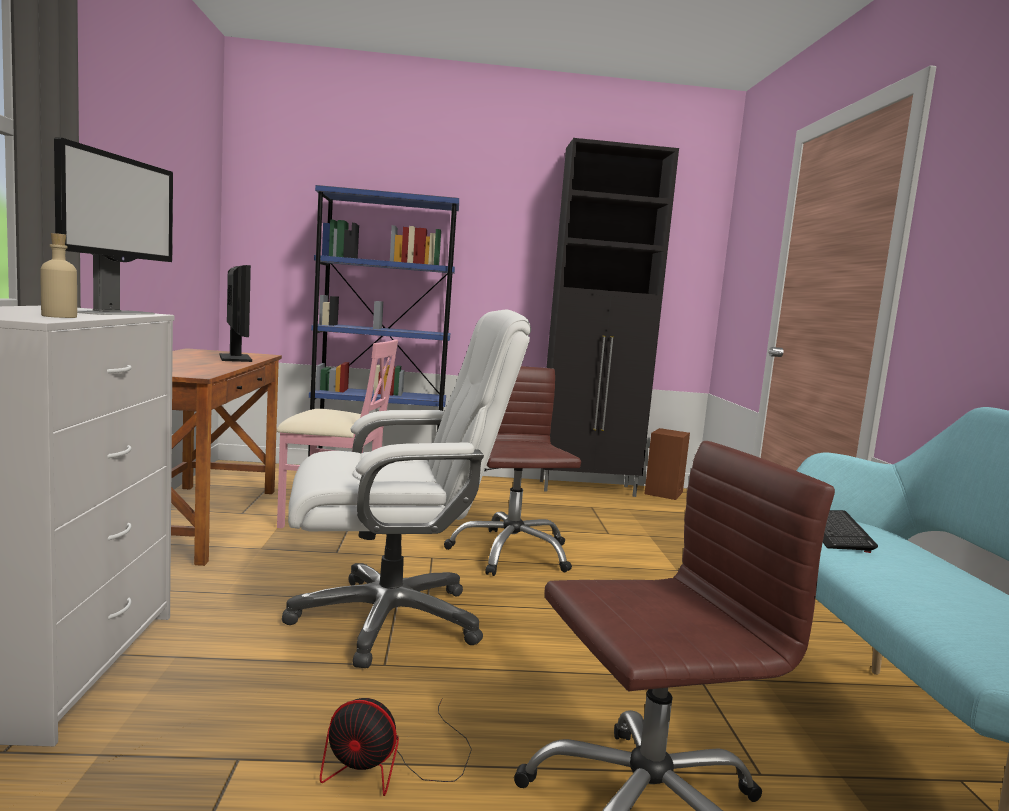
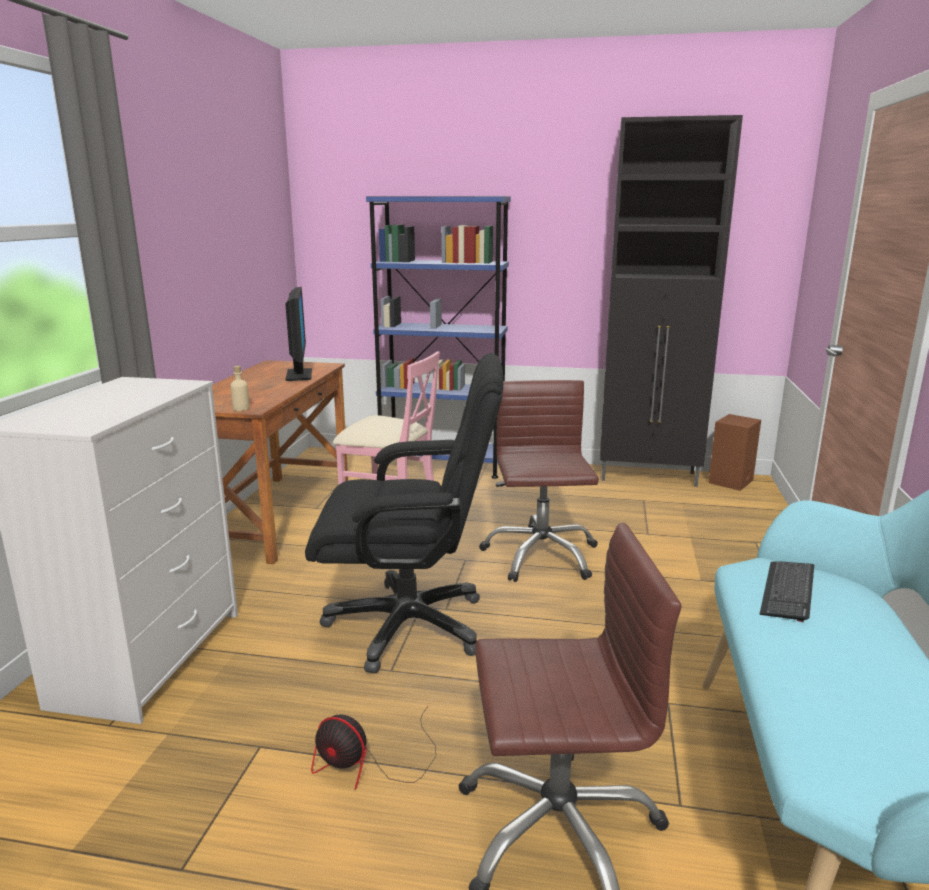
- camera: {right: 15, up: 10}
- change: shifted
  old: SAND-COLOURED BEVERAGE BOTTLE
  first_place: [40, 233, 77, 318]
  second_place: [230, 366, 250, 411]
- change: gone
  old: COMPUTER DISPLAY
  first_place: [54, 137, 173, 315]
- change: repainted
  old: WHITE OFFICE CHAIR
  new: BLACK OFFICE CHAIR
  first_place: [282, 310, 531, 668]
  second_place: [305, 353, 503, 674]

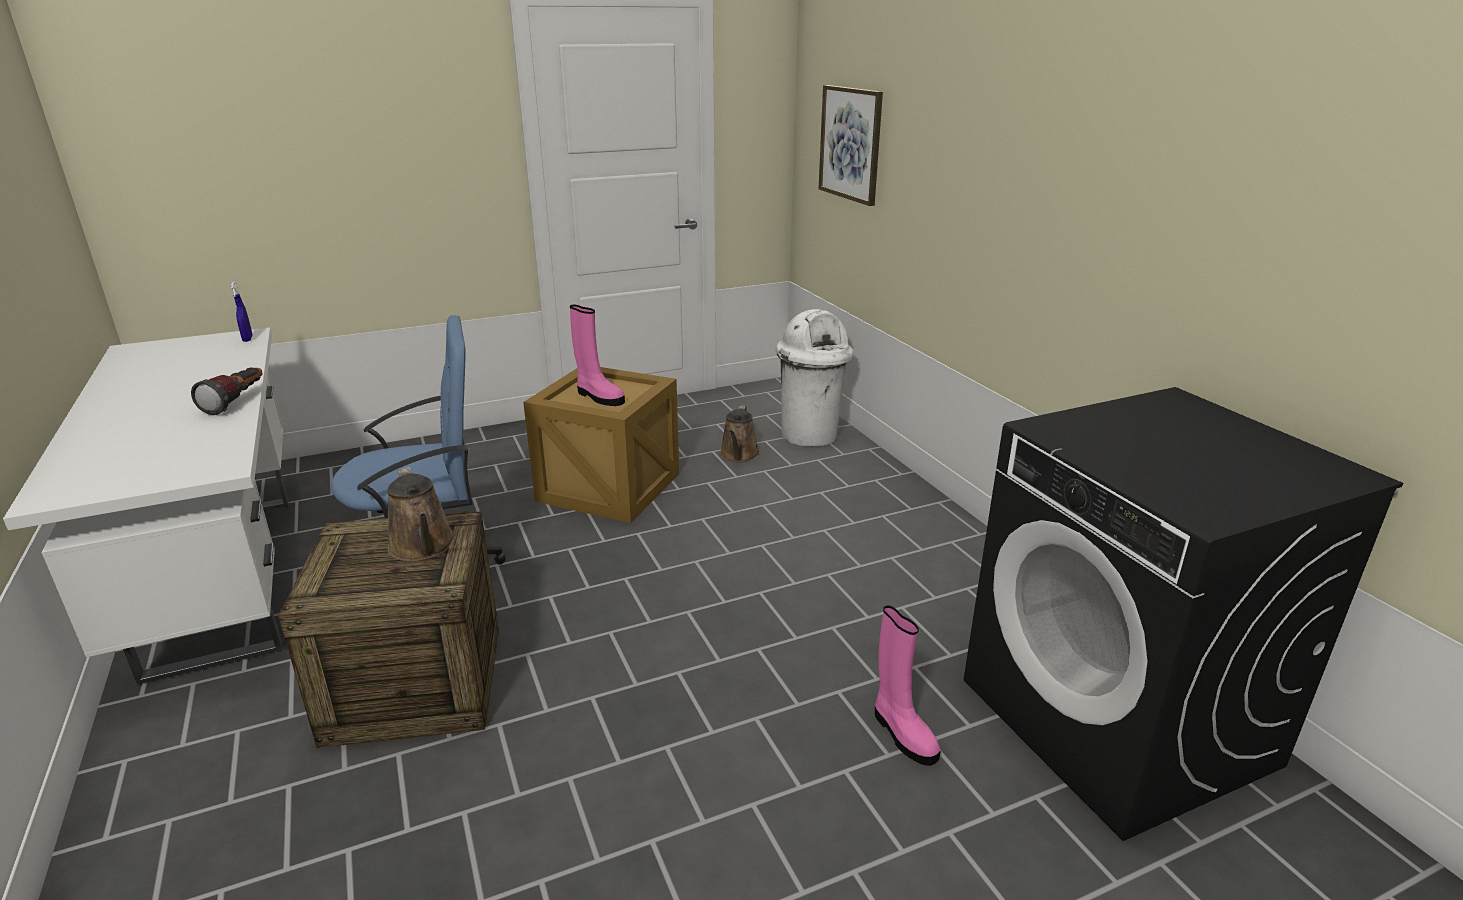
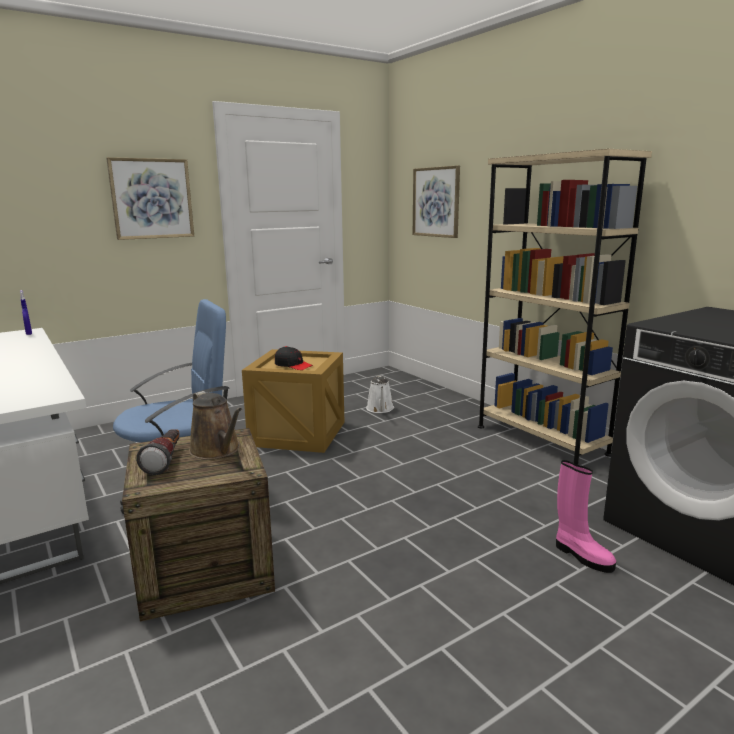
- camera: {right: -10, up: -10}
- change: shifted
  old: HAND TORCH
  first_place: [191, 368, 262, 415]
  second_place: [136, 429, 180, 475]
- change: swapped
  old: PINKISH BOOT
  new: BLACK PEAKED CAP
  first_place: [570, 305, 625, 406]
  second_place: [275, 346, 313, 370]
- change: repainted
  old: BROWNISH WATERING CAN
  new: WHITE WATERING CAN
  first_place: [720, 406, 760, 462]
  second_place: [366, 375, 394, 413]
- change: gone
  old: WHITE RUBBISH BIN
  first_place: [776, 309, 854, 447]
- change: new
  new: PICTURE
  second_place: [106, 157, 194, 240]
- change: new
  new: SAND-COLOURED SHELVING UNIT
  second_place: [478, 149, 652, 465]

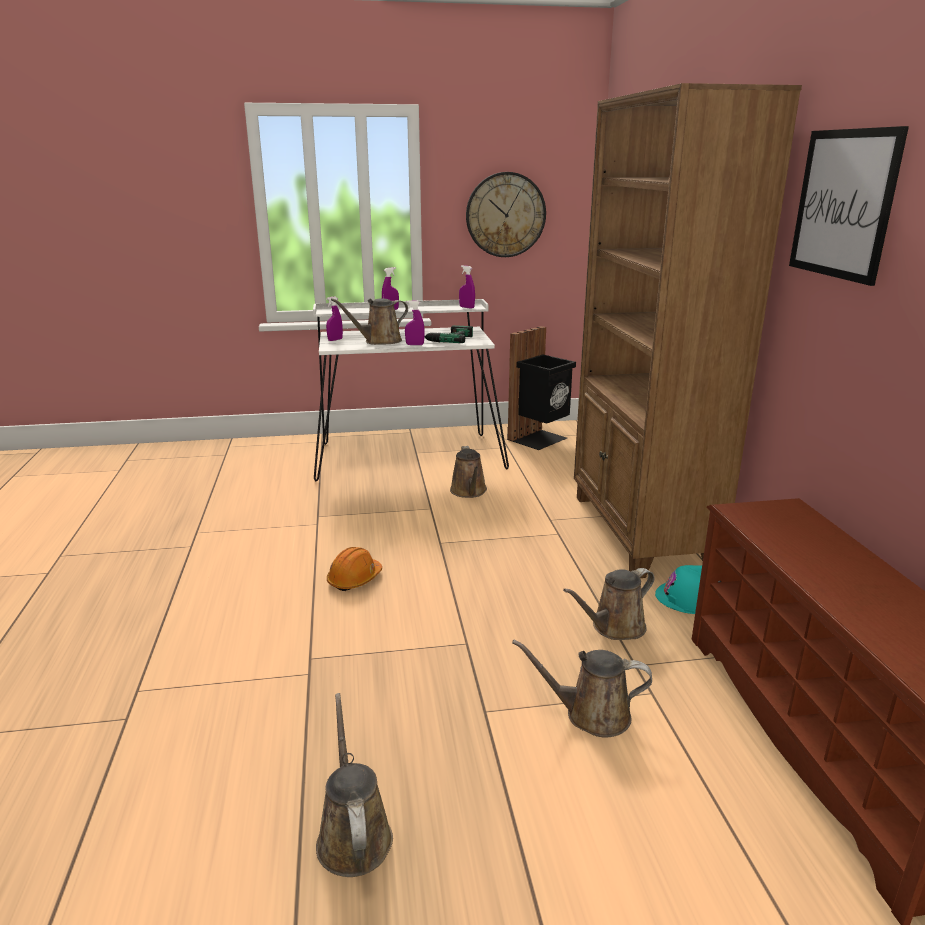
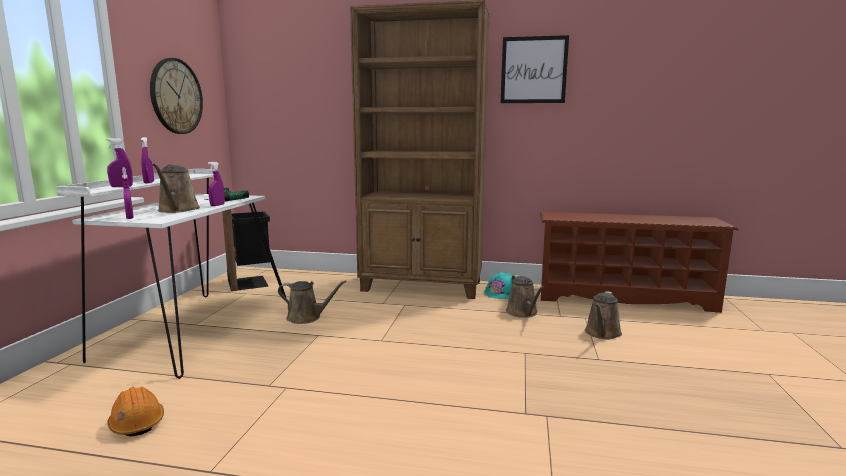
- camera: {right: -70, up: -10}
- change: gone
  old: BROWNISH WATERING CAN
  first_place: [316, 693, 393, 877]
- change: shifted
  old: ORANGE-COLOURED WORK HELMET
  first_place: [327, 547, 382, 591]
  second_place: [107, 386, 164, 436]
- change: shifted
  old: PURPLE-COLOURED SPRAY BOTTLE
  first_place: [459, 265, 475, 309]
  second_place: [106, 138, 133, 187]

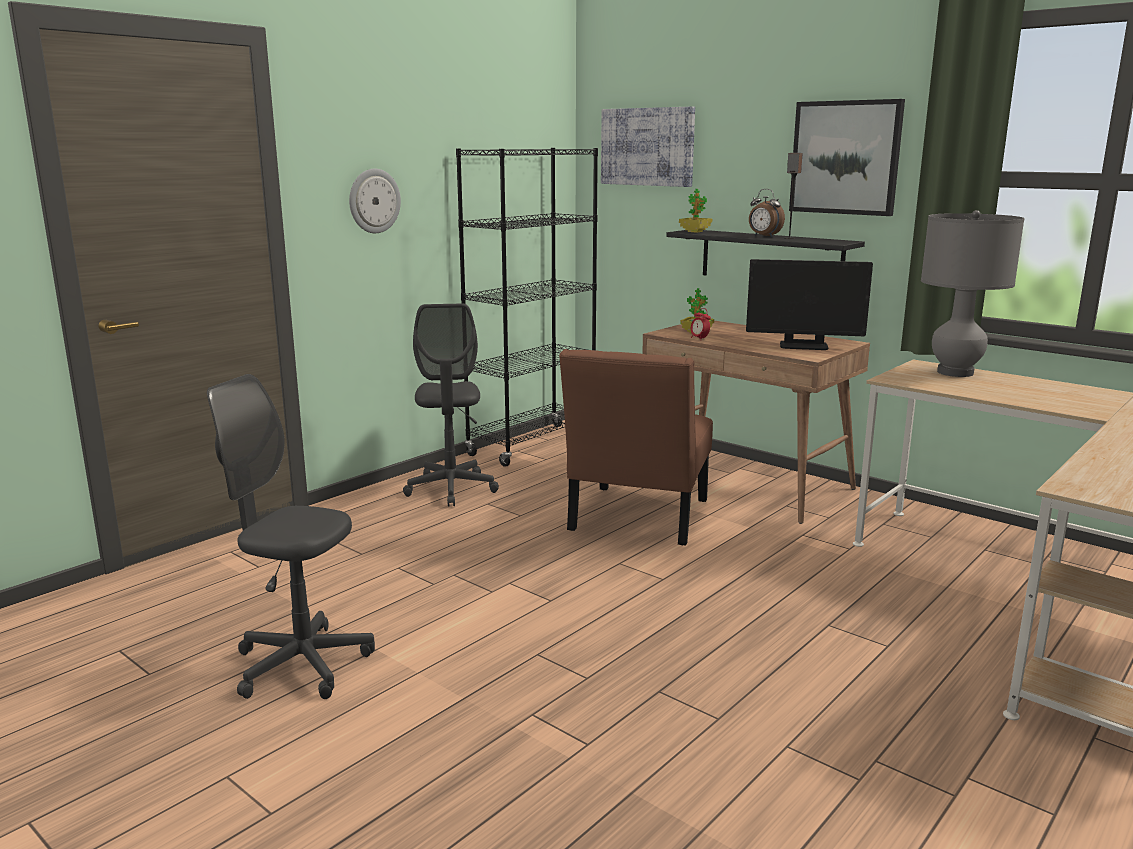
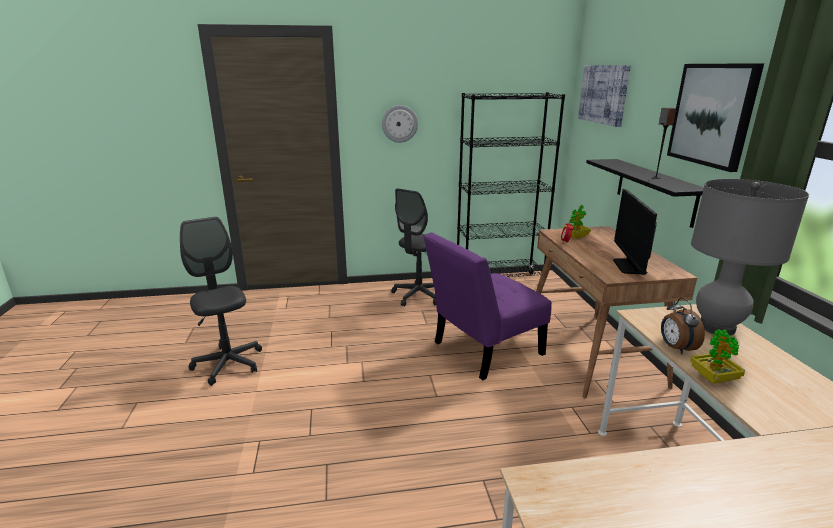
- camera: {right: 40, up: 5}
- change: repainted
  old: BROWNISH PLAIN CHAIR
  new: PURPLE-COLOURED PLAIN CHAIR
  first_place: [559, 349, 713, 546]
  second_place: [424, 232, 552, 380]
- change: shifted
  old: POTTED PLANT
  first_place: [679, 189, 712, 232]
  second_place: [690, 329, 745, 384]
- change: rotated
  old: COMPUTER DISPLAY
  first_place: [746, 259, 873, 350]
  second_place: [613, 189, 657, 275]
  degrees: 45
- change: shifted
  old: BEDSIDE CLOCK
  first_place: [749, 189, 785, 237]
  second_place: [661, 298, 705, 354]

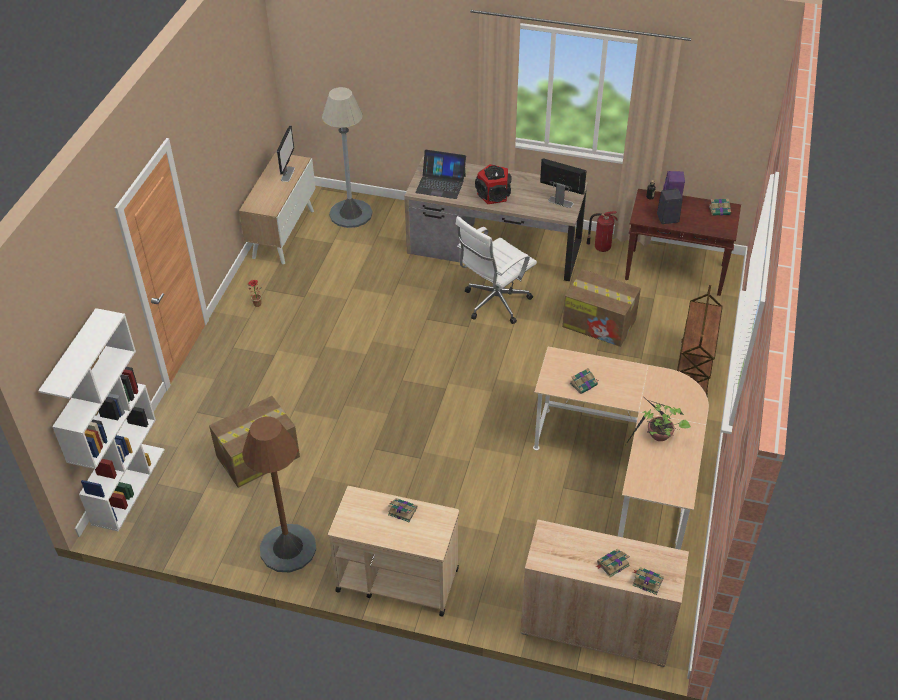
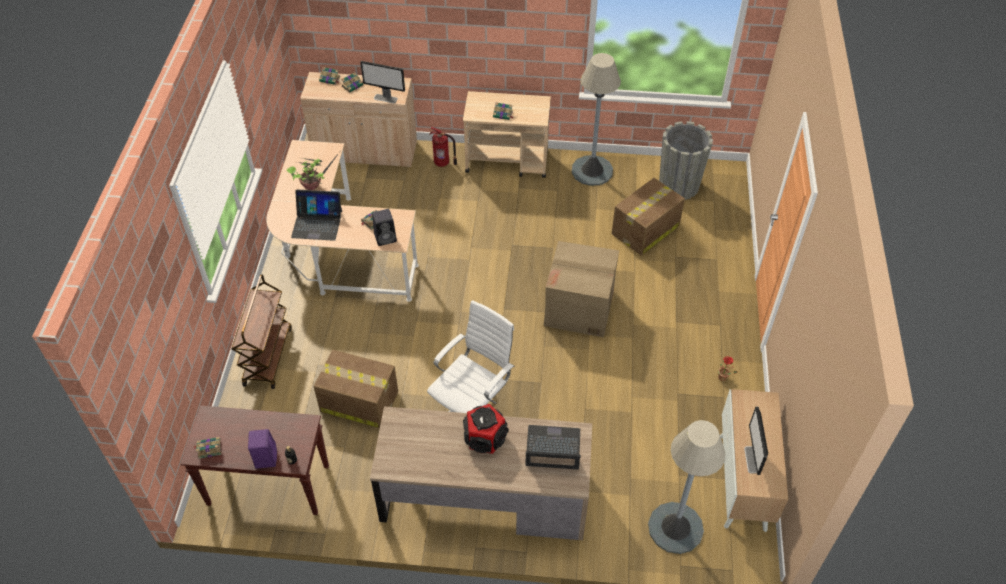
- camera: {right: 170, up: 5}
- change: gone
  old: WHITE SHELVING UNIT
  first_place: [38, 308, 165, 532]
- change: repainted
  old: BROWNISH STANDARD LAMP
  new: GREY STANDARD LAMP
  first_place: [242, 416, 316, 572]
  second_place: [572, 53, 621, 186]
- change: shifted
  old: COMPUTER DISPLAY
  first_place: [540, 158, 586, 208]
  second_place: [360, 61, 405, 103]
- change: shifted
  old: FIRE EXTINGUISHER
  first_place: [586, 211, 618, 252]
  second_place: [429, 127, 457, 167]
- change: shifted
  old: BLACK SPEAKER
  first_place: [657, 189, 683, 224]
  second_place: [372, 209, 397, 246]
- change: new
  new: LAPTOP
  second_place: [291, 190, 342, 241]
- change: new
  new: CARTON
  second_place: [544, 241, 619, 337]
- change: new
  new: GREY FLOWER POT
  second_place: [659, 121, 713, 200]

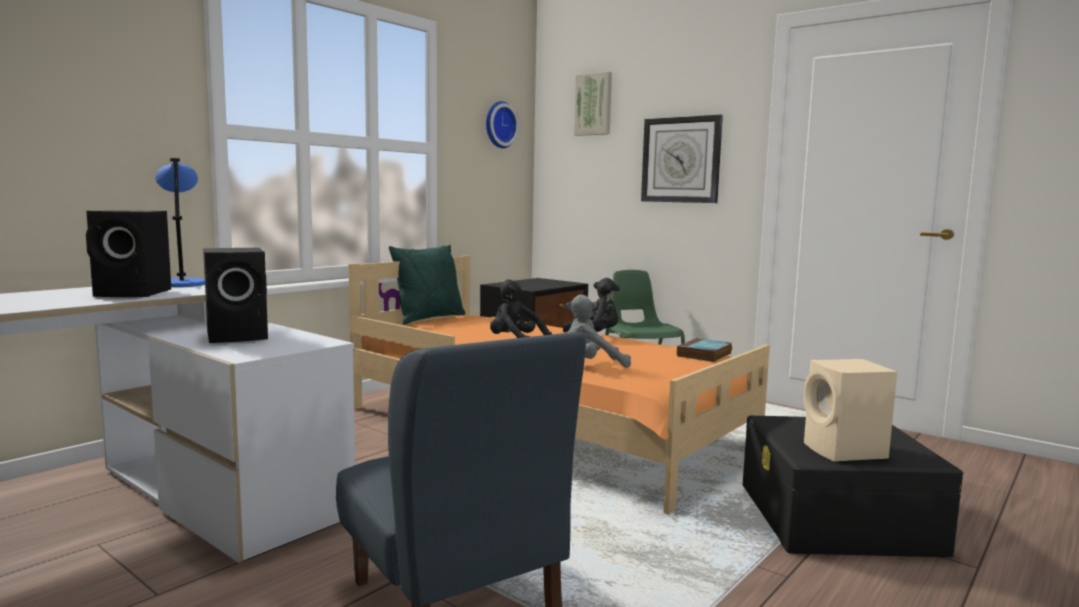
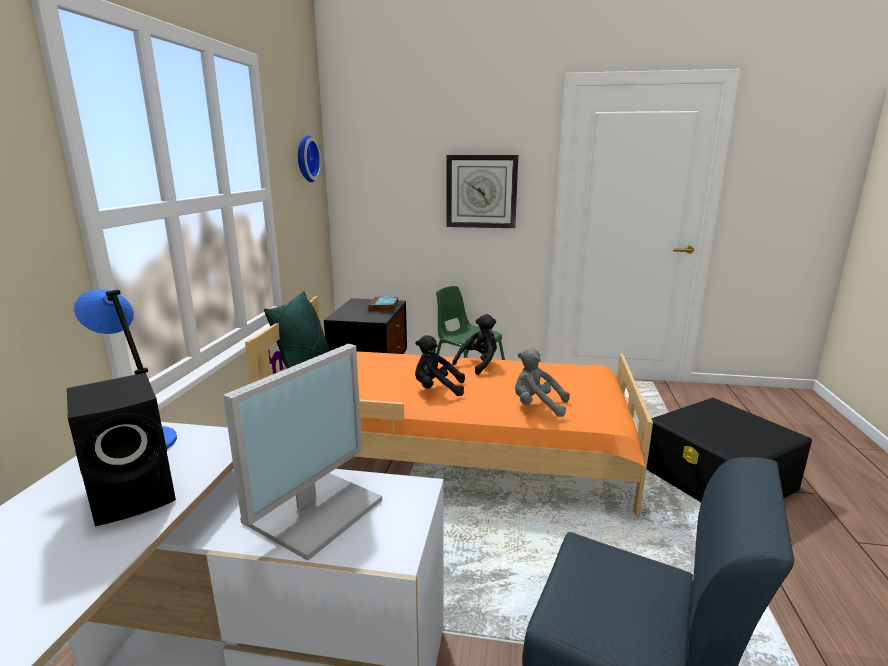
- camera: {right: -30, up: 10}
- change: swapped
  old: BLACK SPEAKER
  new: COMPUTER DISPLAY
  first_place: [203, 248, 268, 343]
  second_place: [223, 343, 382, 561]
- change: rotated
  old: GREY SOFT TOY
  first_place: [566, 295, 631, 368]
  second_place: [515, 348, 570, 417]
  degrees: 60
- change: gone
  old: PICTURE
  first_place: [574, 72, 612, 136]
- change: shifted
  old: VOLUME
  first_place: [677, 338, 732, 362]
  second_place: [368, 296, 399, 312]
- change: gone
  old: SAND-COLOURED SPEAKER
  first_place: [803, 359, 897, 462]

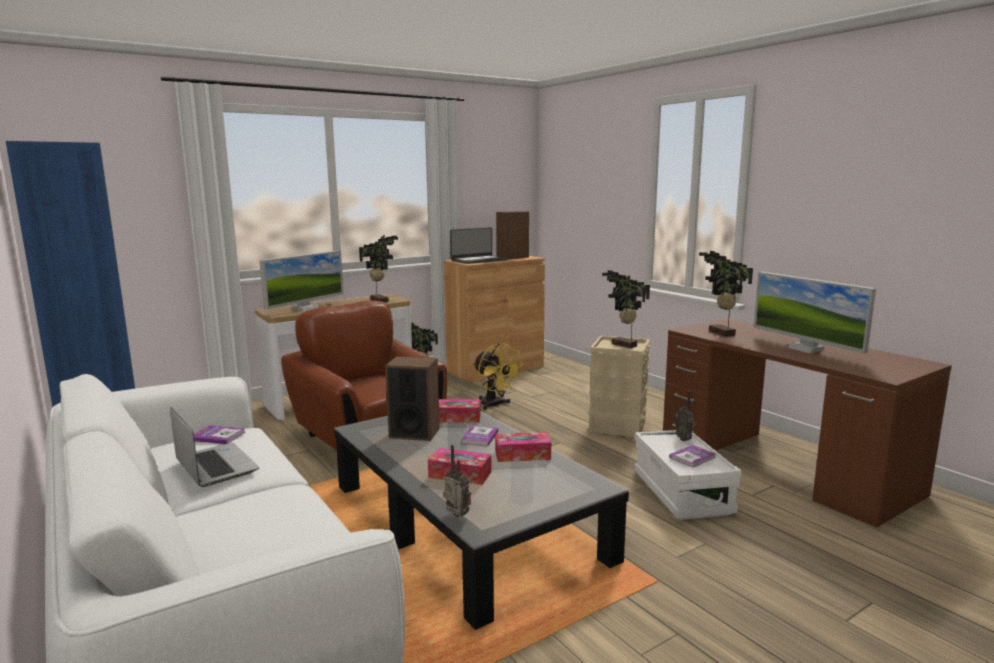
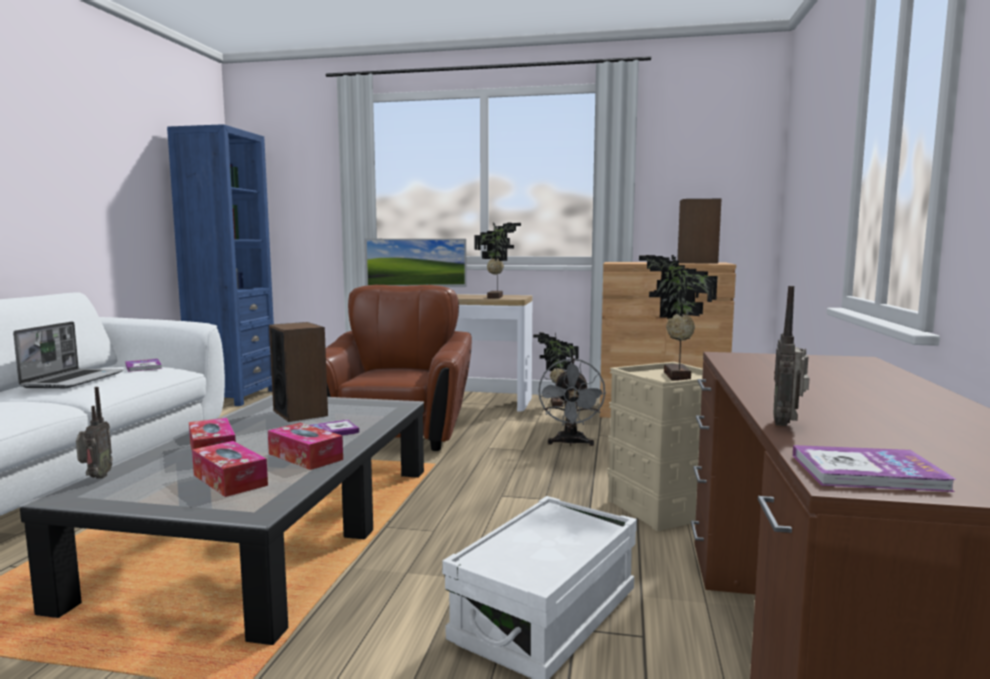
- camera: {right: 45, up: -5}
- change: shifted
  old: TISSUE BOX
  first_place: [439, 399, 481, 423]
  second_place: [192, 441, 268, 497]
- change: gone
  old: LAPTOP
  first_place: [450, 227, 508, 264]
- change: repainted
  old: YELLOW COOLING FAN
  new: GREY COOLING FAN
  first_place: [473, 343, 523, 410]
  second_place: [538, 358, 606, 446]
- change: shifted
  old: VOLUME
  first_place: [669, 445, 716, 468]
  second_place: [793, 445, 957, 492]
- change: shifted
  old: RADIO RECEIVER
  first_place: [675, 391, 695, 441]
  second_place: [774, 286, 810, 426]
- change: gone
  old: POTTED PLANT
  first_place: [699, 251, 753, 337]
- change: gone
  old: COMPUTER DISPLAY
  first_place: [754, 272, 876, 354]

